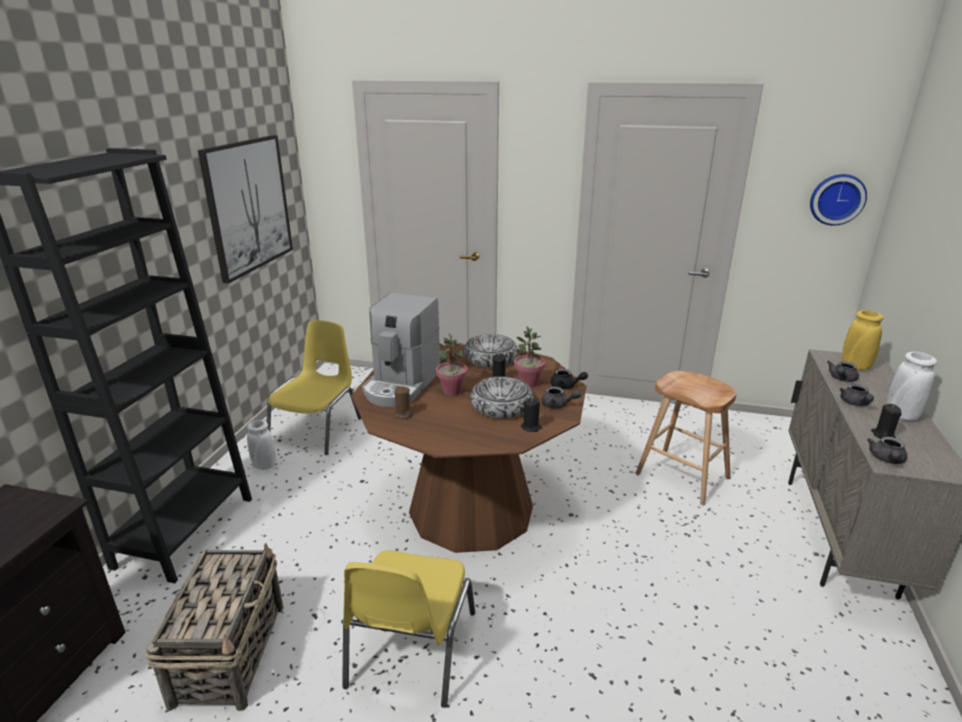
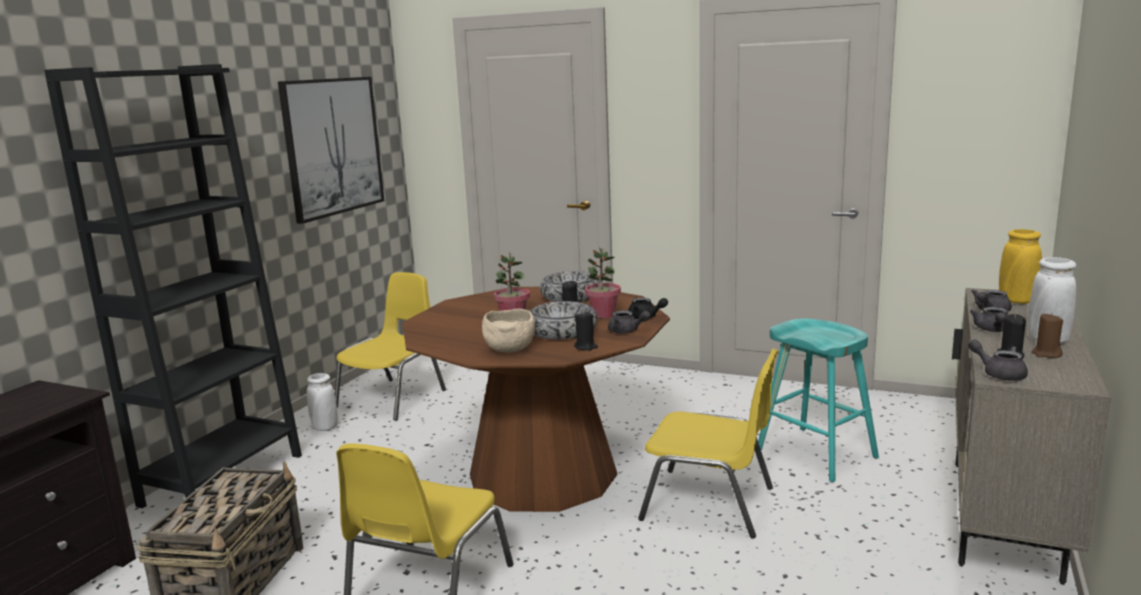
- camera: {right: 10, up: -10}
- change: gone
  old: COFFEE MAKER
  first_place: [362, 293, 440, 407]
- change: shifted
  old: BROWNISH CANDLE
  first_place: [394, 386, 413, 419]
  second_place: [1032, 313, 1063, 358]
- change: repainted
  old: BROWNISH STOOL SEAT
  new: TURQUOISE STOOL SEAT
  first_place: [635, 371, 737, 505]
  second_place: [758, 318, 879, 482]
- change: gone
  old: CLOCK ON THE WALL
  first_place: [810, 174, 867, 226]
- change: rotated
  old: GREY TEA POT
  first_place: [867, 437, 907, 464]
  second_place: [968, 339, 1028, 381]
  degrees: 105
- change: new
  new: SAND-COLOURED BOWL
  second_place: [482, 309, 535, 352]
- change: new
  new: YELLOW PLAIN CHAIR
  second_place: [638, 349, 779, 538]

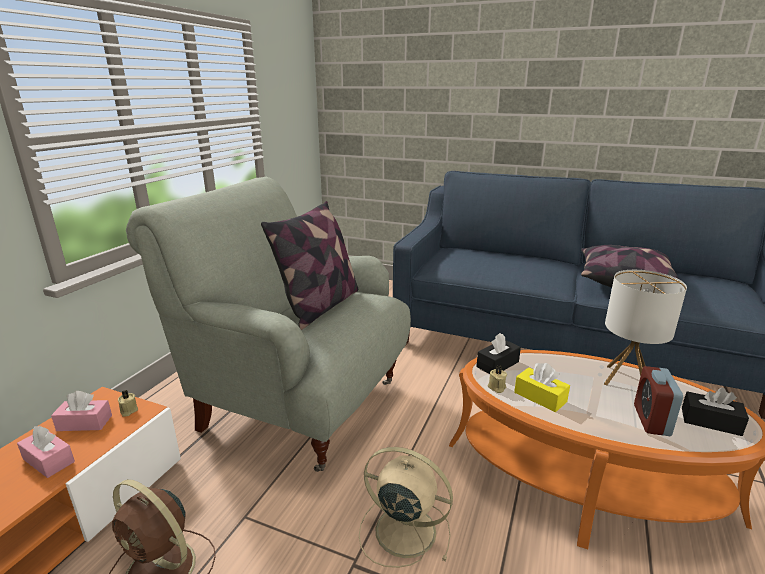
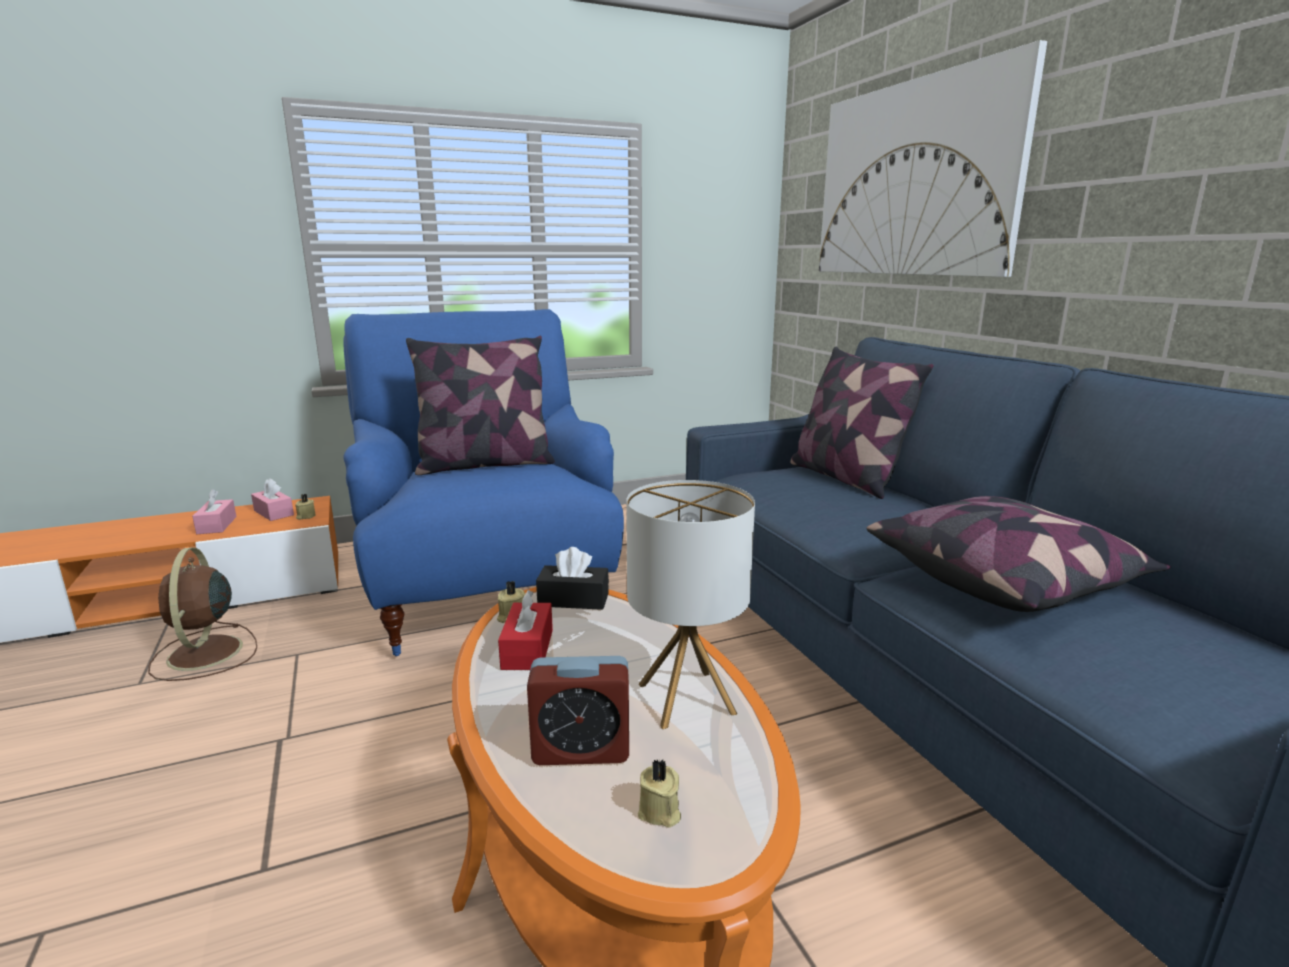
- camera: {right: 45, up: -5}
- change: repainted
  old: GREY EASY CHAIR
  new: BLUE-COLOURED EASY CHAIR
  first_place: [126, 177, 411, 472]
  second_place: [343, 309, 624, 656]
- change: gone
  old: SAND-COLOURED COOLING FAN
  first_place: [359, 447, 453, 568]
- change: repainted
  old: YELLOW TISSUE BOX
  new: REDDISH TISSUE BOX
  first_place: [514, 363, 570, 412]
  second_place: [498, 590, 553, 670]
- change: rotated
  old: BEDSIDE CLOCK
  first_place: [634, 366, 683, 436]
  second_place: [527, 656, 629, 765]
  degrees: -150
- change: swapped
  old: BLACK TISSUE BOX
  new: SAND-COLOURED CANDLE
  first_place: [682, 387, 749, 436]
  second_place: [638, 760, 681, 827]
- change: new
  new: PILLOW
  second_place: [791, 347, 934, 499]
- change: new
  new: PICTURE
  second_place: [819, 40, 1047, 277]

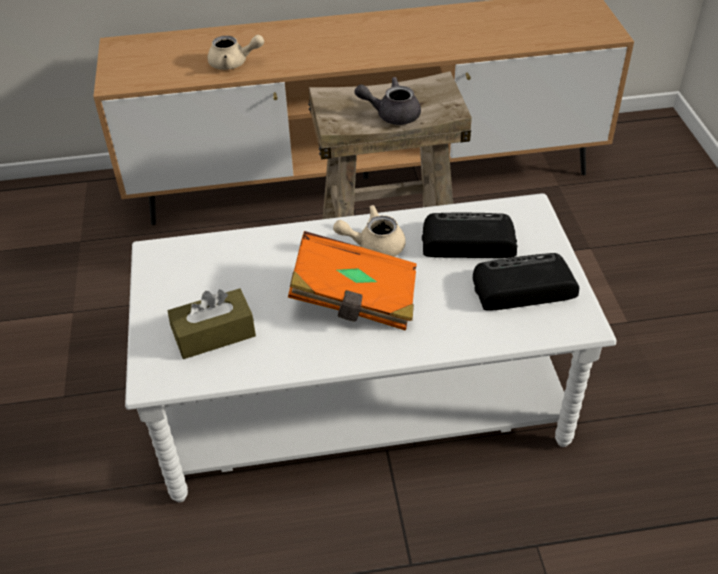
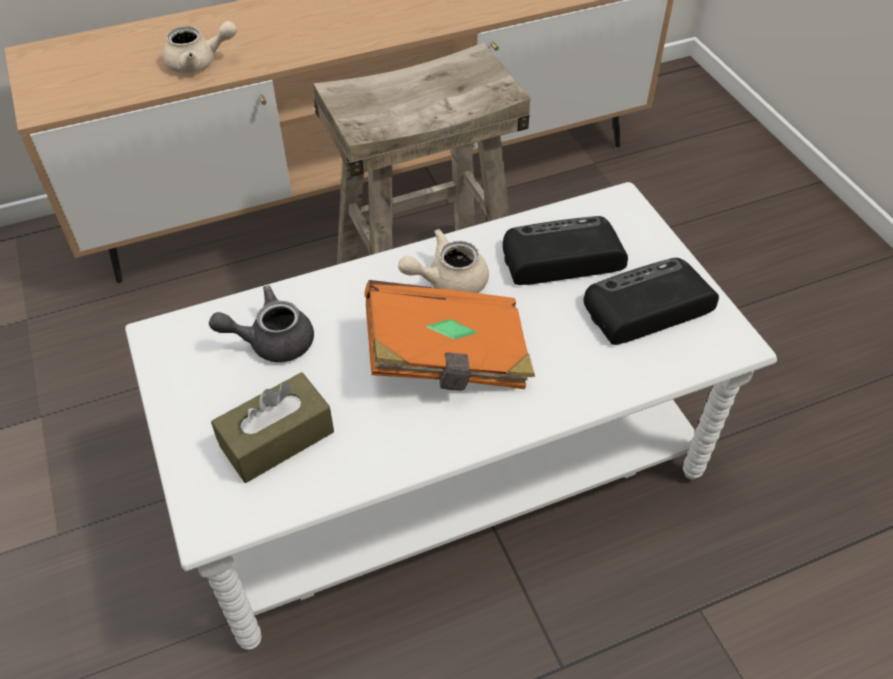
- camera: {right: -15, up: 5}
- change: shifted
  old: GREY TEA POT
  first_place: [354, 77, 421, 125]
  second_place: [209, 285, 314, 362]

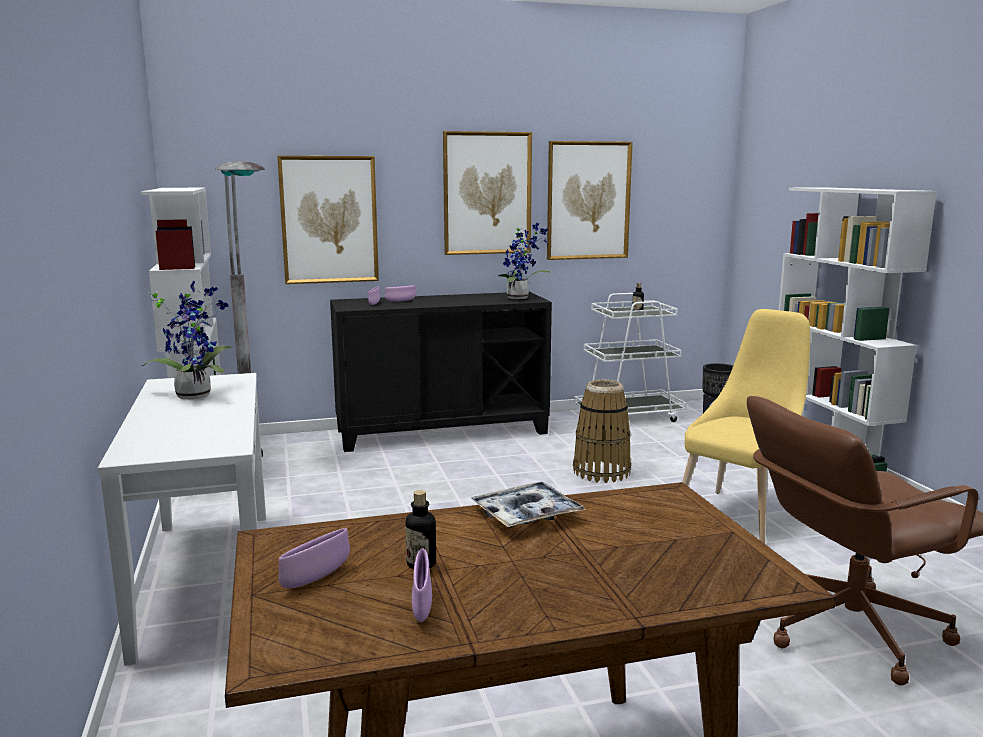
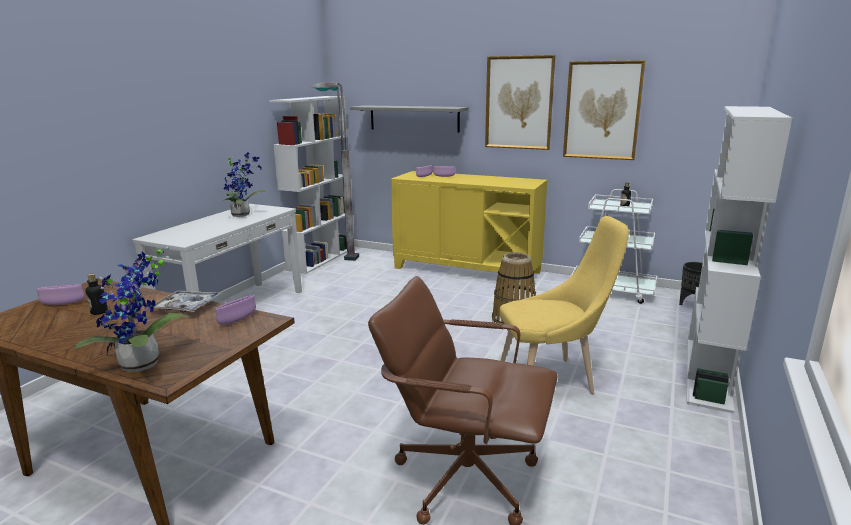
- camera: {right: 40, up: 5}
- change: swapped
  old: PICTURE
  new: GREY WALL SHELF
  first_place: [277, 156, 379, 284]
  second_place: [350, 105, 469, 132]
- change: repainted
  old: BLACK CUPBOARD
  new: YELLOW CUPBOARD
  first_place: [330, 292, 552, 452]
  second_place: [391, 171, 547, 286]
- change: shifted
  old: PURPLE-COLOURED BOWL
  first_place: [412, 548, 432, 622]
  second_place: [216, 295, 256, 325]
- change: shifted
  old: POTTED PLANT
  first_place: [498, 223, 552, 299]
  second_place: [75, 246, 191, 372]

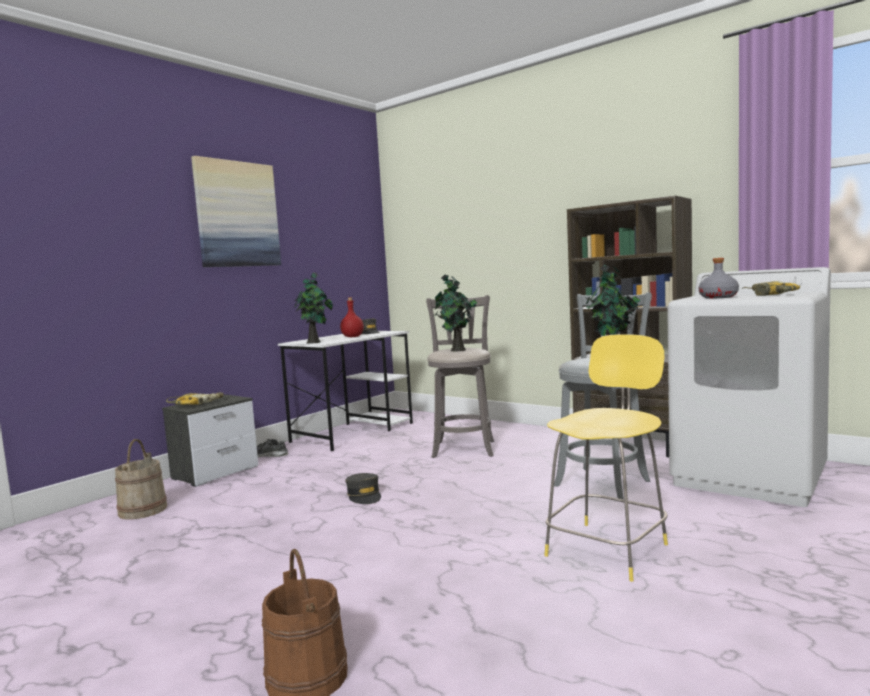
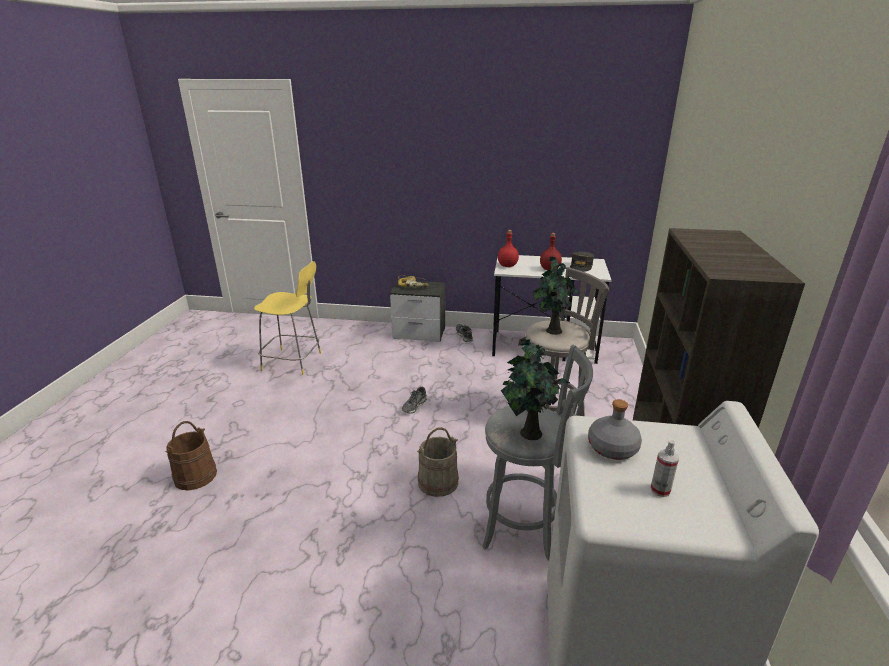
- camera: {right: 60, up: 20}
- change: shifted
  old: SAND-COLOURED BUCKET
  first_place: [115, 439, 167, 520]
  second_place: [417, 427, 459, 497]
- change: gone
  old: PICTURE
  first_place: [191, 156, 281, 267]
- change: swapped
  old: POTTED PLANT
  new: REDDISH BEVERAGE BOTTLE
  first_place: [294, 273, 333, 344]
  second_place: [498, 230, 519, 267]
- change: swapped
  old: GREY PEAKED CAP
  new: ITEM OF FOOTWEAR
  first_place: [345, 473, 381, 504]
  second_place: [401, 386, 427, 414]
- change: shifted
  old: YELLOW STOOL SEAT
  first_place: [544, 334, 668, 582]
  second_place: [254, 261, 321, 375]
- change: swapped
  old: ELECTRIC DRILL
  new: SPRAY BOTTLE
  first_place: [741, 281, 800, 296]
  second_place: [650, 440, 679, 497]

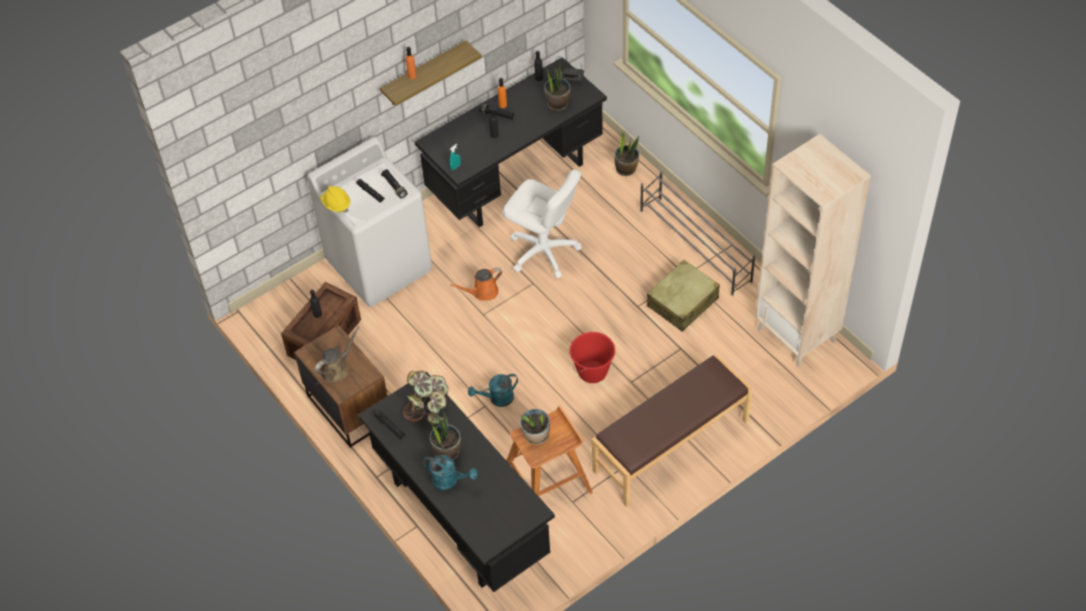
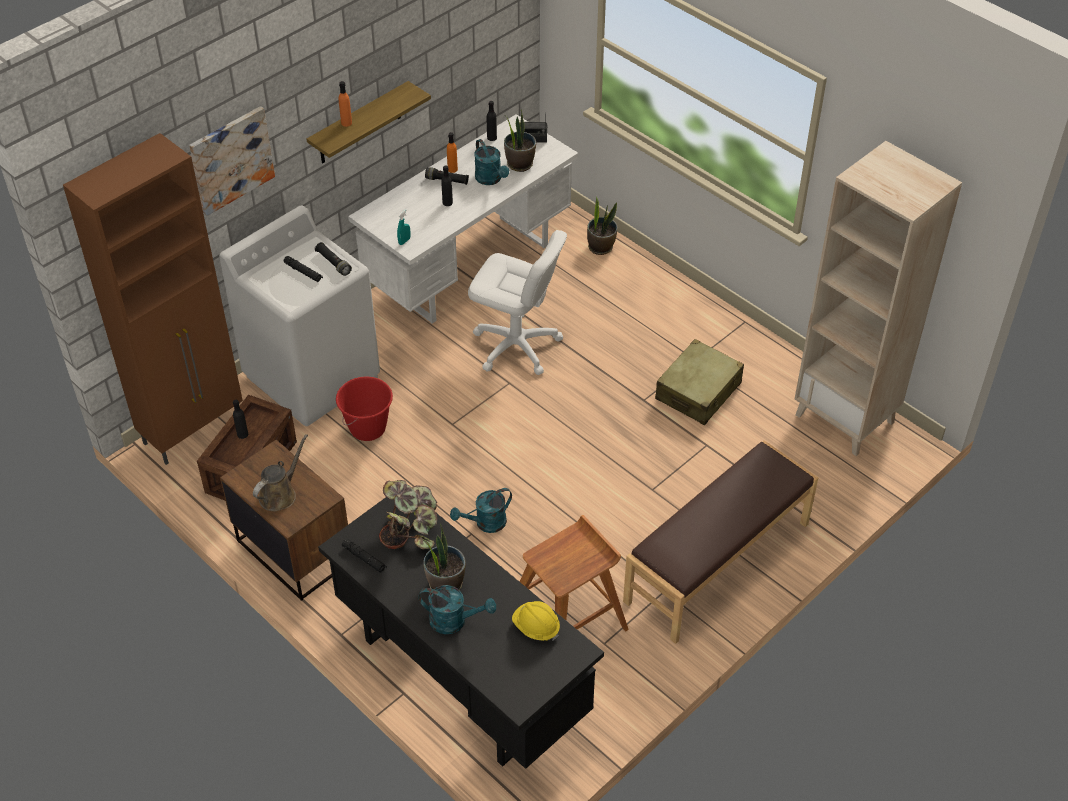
- camera: {right: -10, up: -5}
- change: shifted
  old: YELLOW WORK HELMET
  first_place: [320, 186, 350, 213]
  second_place: [512, 601, 560, 641]
- change: repainted
  old: BLACK DESK UNIT
  new: WHITE DESK UNIT
  first_place: [415, 57, 607, 227]
  second_place: [348, 114, 578, 324]
- change: gone
  old: ORANGE-COLOURED WATERING CAN
  first_place: [450, 268, 502, 301]
- change: gone
  old: POTTED PLANT
  first_place: [520, 409, 550, 445]
- change: shifted
  old: REDDISH BUCKET
  first_place: [569, 332, 615, 383]
  second_place: [336, 377, 393, 441]
- change: gone
  old: GREY SHOE SHELF
  first_place: [640, 171, 755, 296]
- change: new
  new: BROWNISH CUPBOARD
  second_place: [63, 133, 243, 465]
- change: new
  new: PICTURE
  second_place: [189, 106, 275, 216]
- change: new
  new: TURQUOISE WATERING CAN
  second_place: [474, 139, 509, 185]

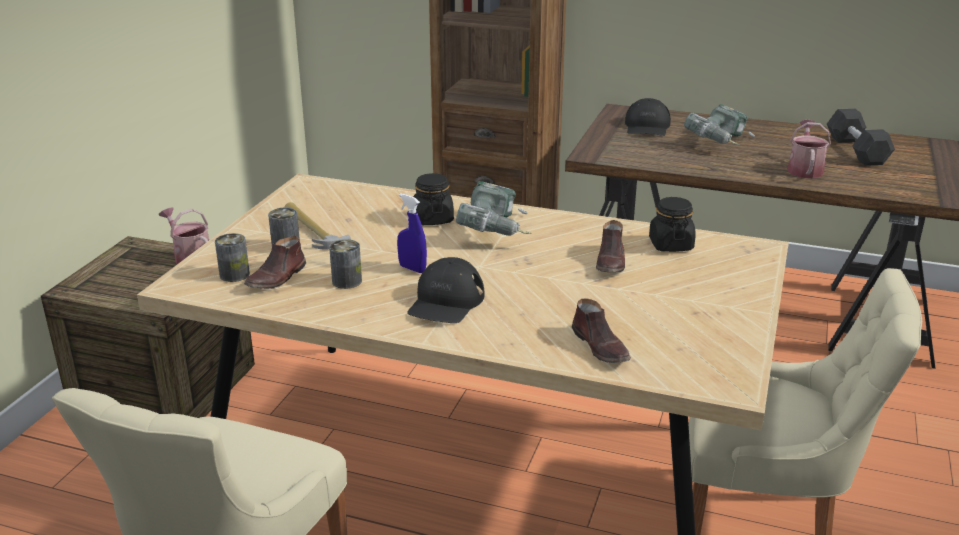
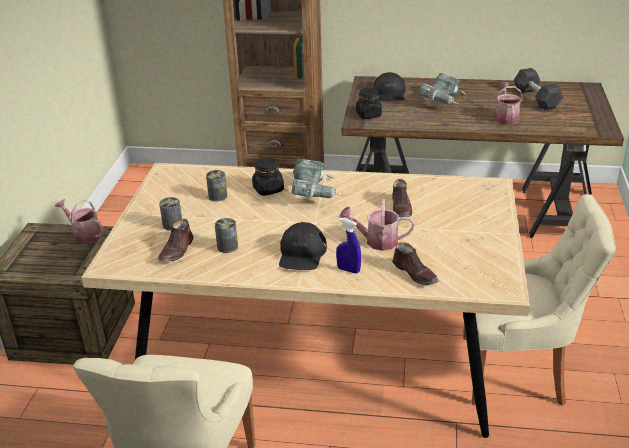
- camera: {right: -10, up: 5}
- change: shifted
  old: SEALED CAN
  first_place: [215, 233, 250, 282]
  second_place: [206, 170, 227, 201]
- change: gone
  old: HAND HAMMER
  first_place: [284, 202, 351, 249]
- change: shifted
  old: BLUE-COLOURED SPRAY BOTTLE
  first_place: [397, 193, 427, 273]
  second_place: [336, 218, 361, 274]
- change: shifted
  old: BLACK PRESERVE JAR
  first_place: [649, 197, 696, 252]
  second_place: [356, 88, 382, 119]
- change: new
  new: WATERING CAN
  second_place: [339, 199, 415, 251]

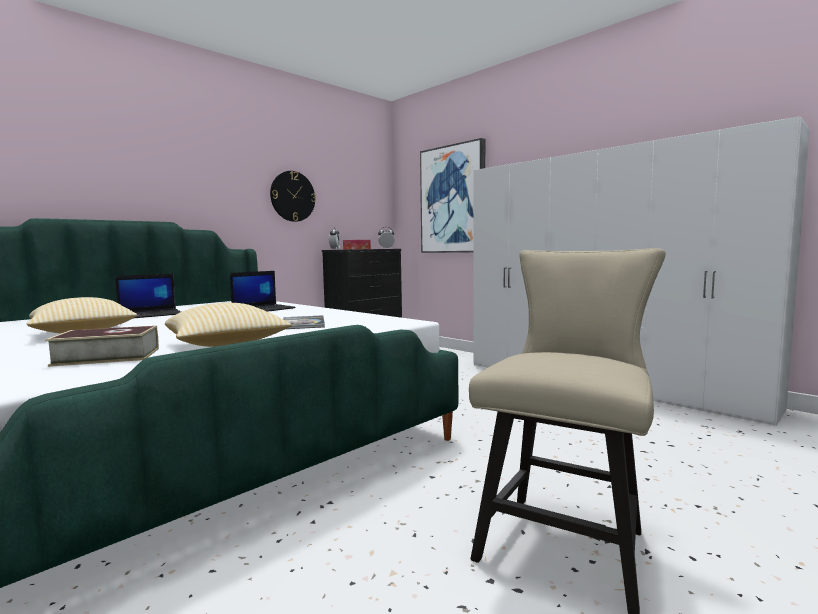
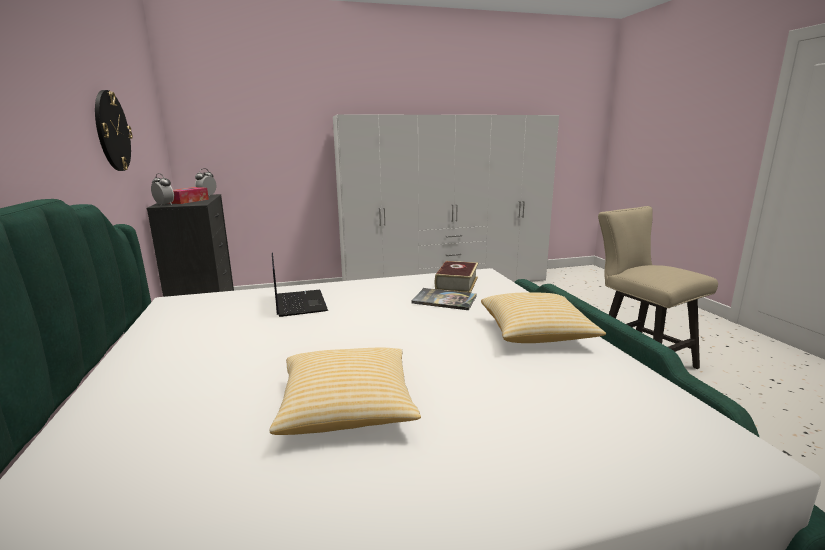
- camera: {right: -60, up: 10}
- change: shifted
  old: VOLUME
  first_place: [45, 326, 159, 367]
  second_place: [435, 261, 478, 293]
- change: gone
  old: LAPTOP
  first_place: [115, 274, 181, 318]
- change: gone
  old: PICTURE
  first_place: [420, 138, 485, 253]

